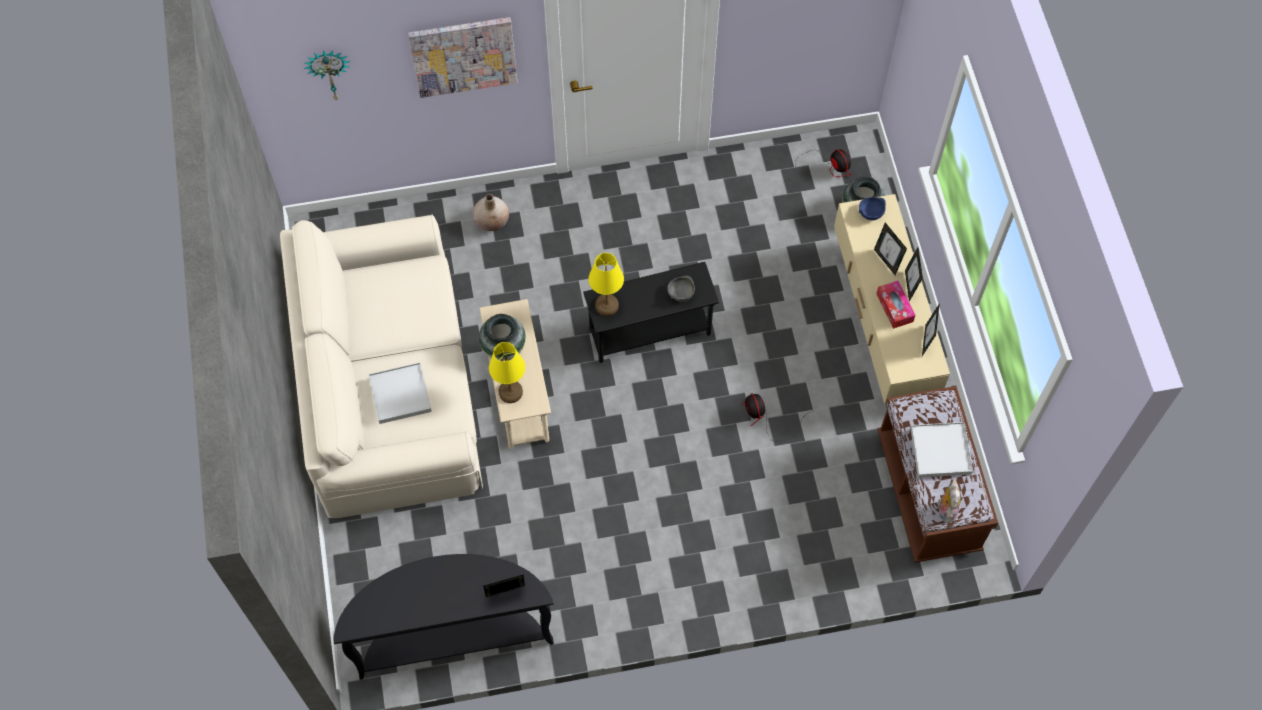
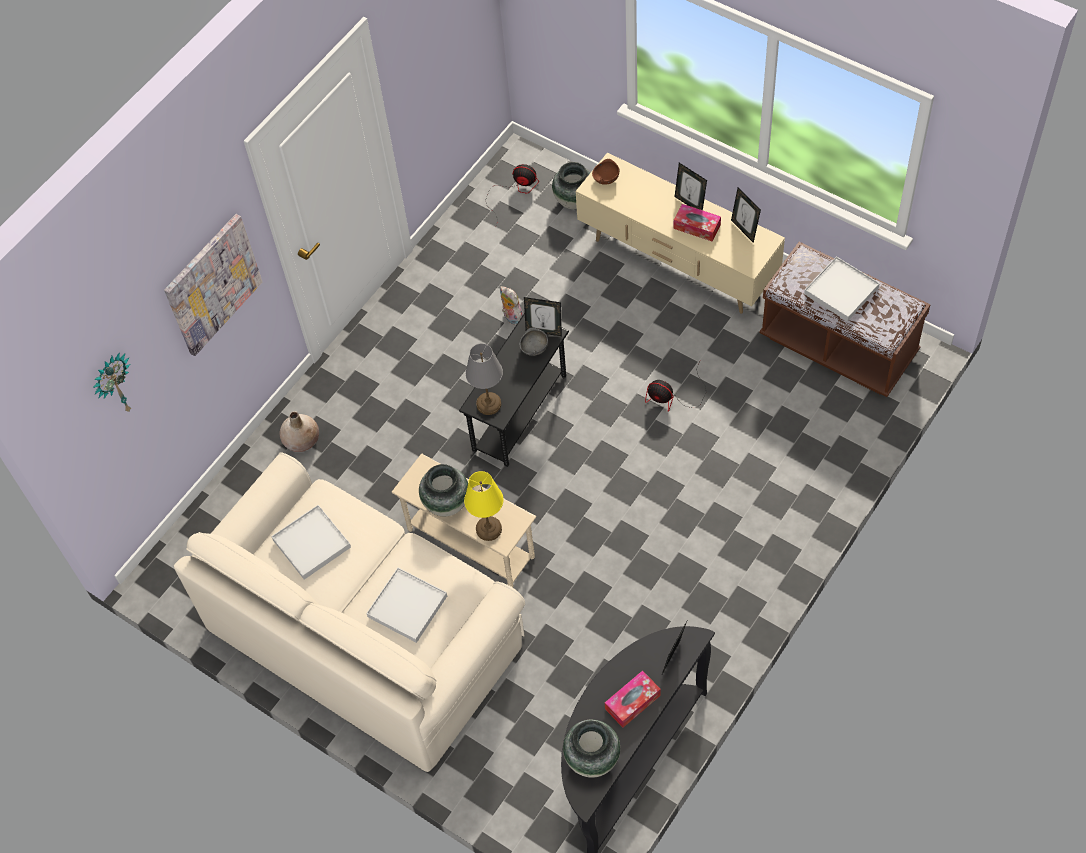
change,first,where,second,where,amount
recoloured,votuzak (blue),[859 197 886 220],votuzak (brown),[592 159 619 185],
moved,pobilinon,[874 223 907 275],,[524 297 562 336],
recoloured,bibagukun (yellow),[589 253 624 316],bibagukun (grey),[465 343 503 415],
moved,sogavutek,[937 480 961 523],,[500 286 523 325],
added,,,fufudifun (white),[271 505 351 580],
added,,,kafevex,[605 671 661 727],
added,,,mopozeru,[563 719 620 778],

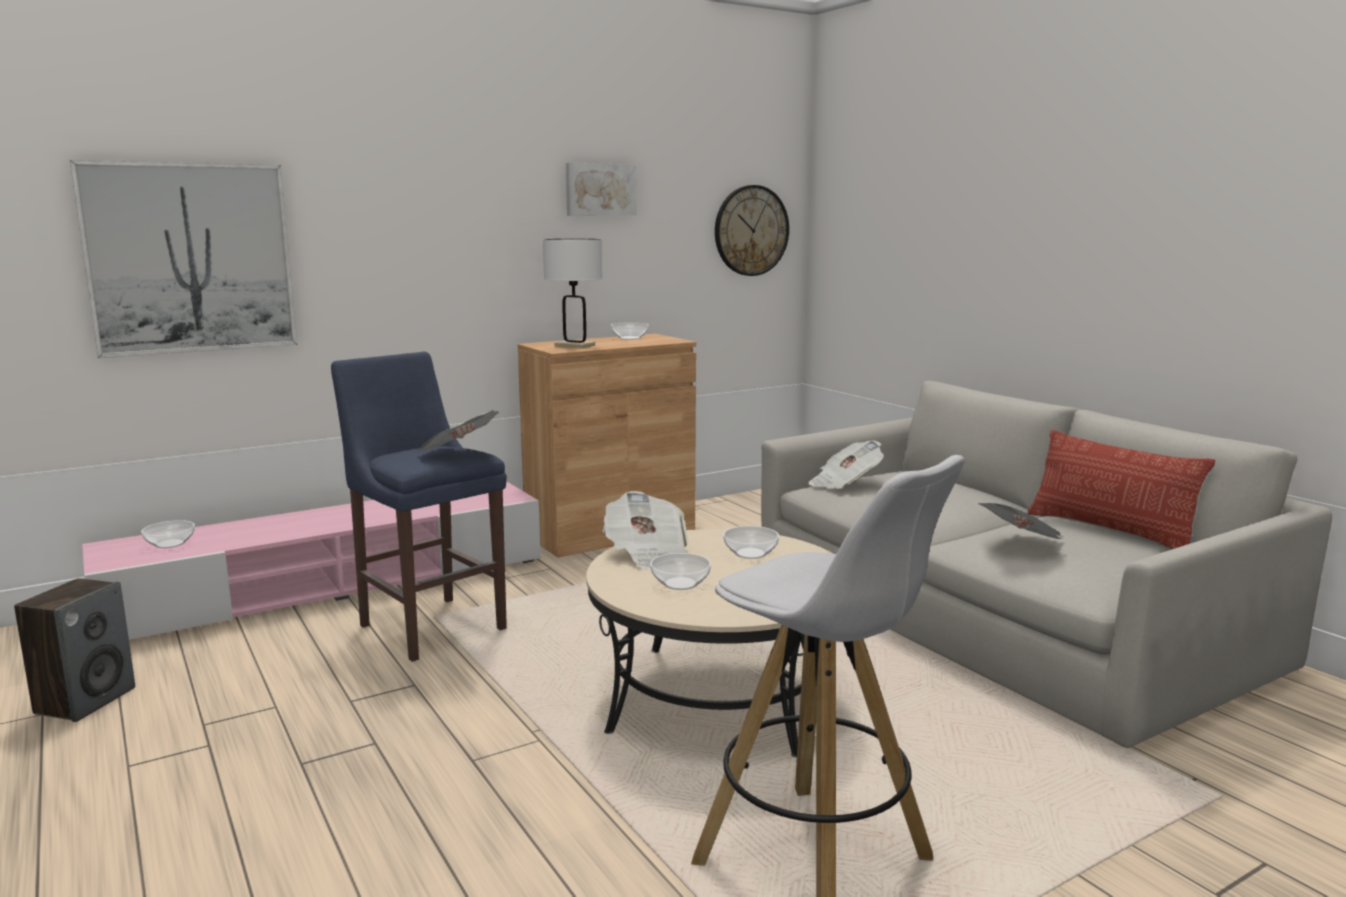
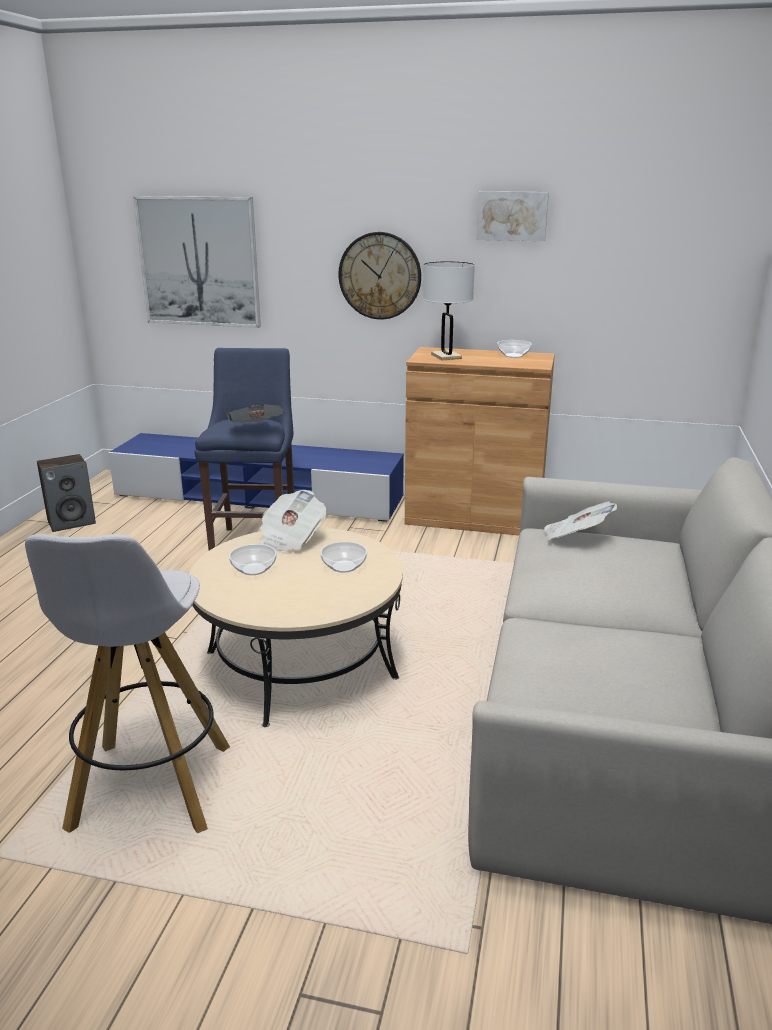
change,first,where,second,where,amount
moved,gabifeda,[715 185 789 276],,[338 232 421 319],
removed,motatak,[1028 430 1215 549],,,
recoloured,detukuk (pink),[82 481 541 640],detukuk (blue),[108 433 404 522],
removed,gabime,[978 503 1062 539],,,
removed,votuzak,[141 520 195 548],,,

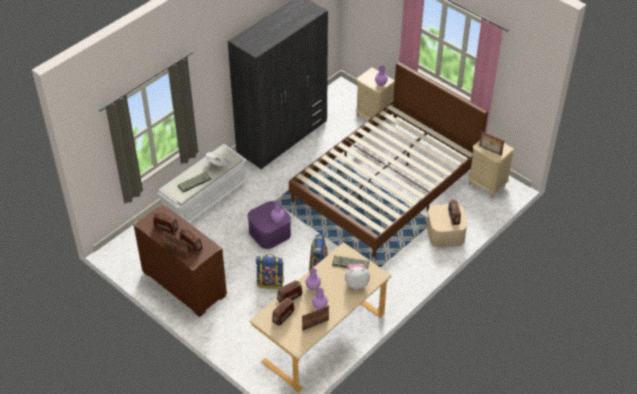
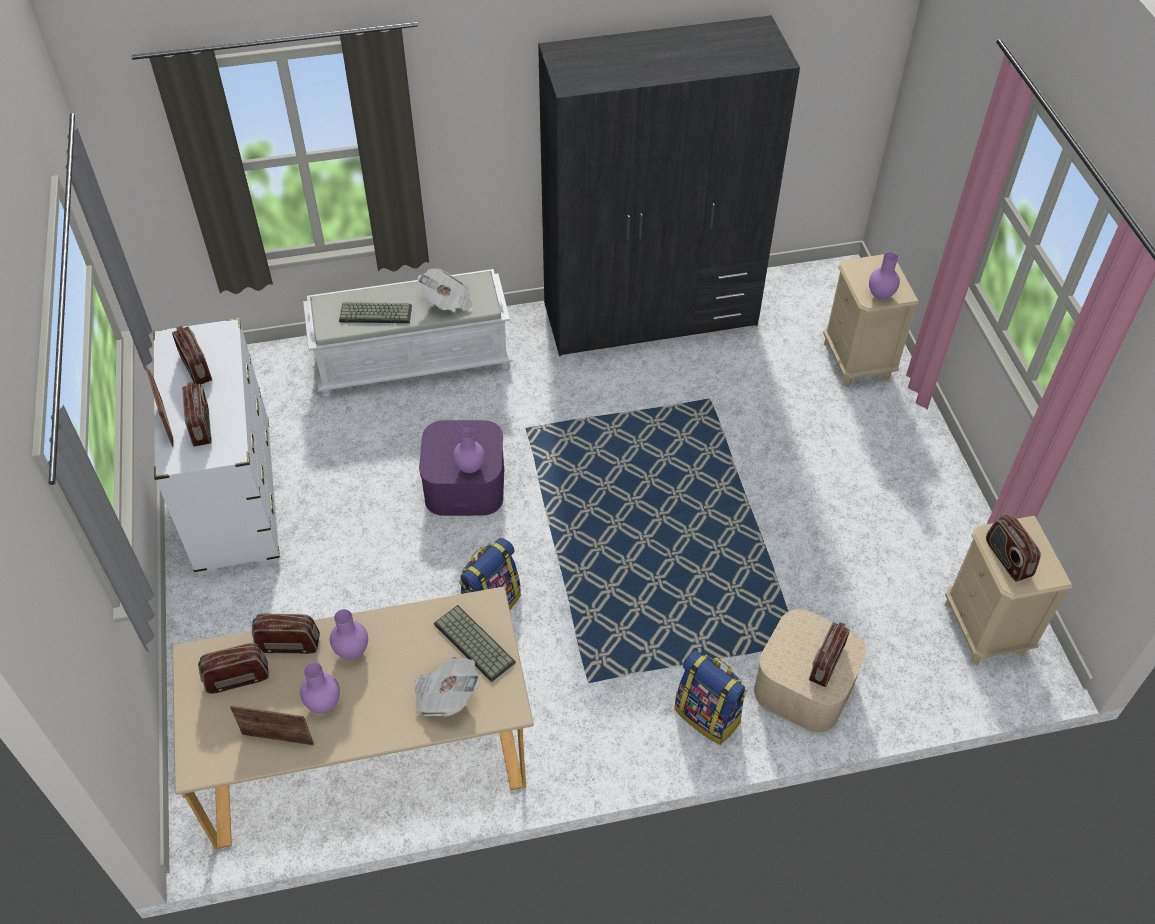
change,first,where,second,where,amount
removed,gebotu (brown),[289 62 488 257],,,
replaced,pobilinon,[479 131 504 156],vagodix,[986 515 1041 582],
recoloured,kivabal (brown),[133 203 227 317],kivabal (white),[153 318 280 575],
moved,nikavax,[256 254 284 289],,[674 651 747 745],
replaced,sogavutek,[345 264 370 289],gabime,[414 657 480 717],

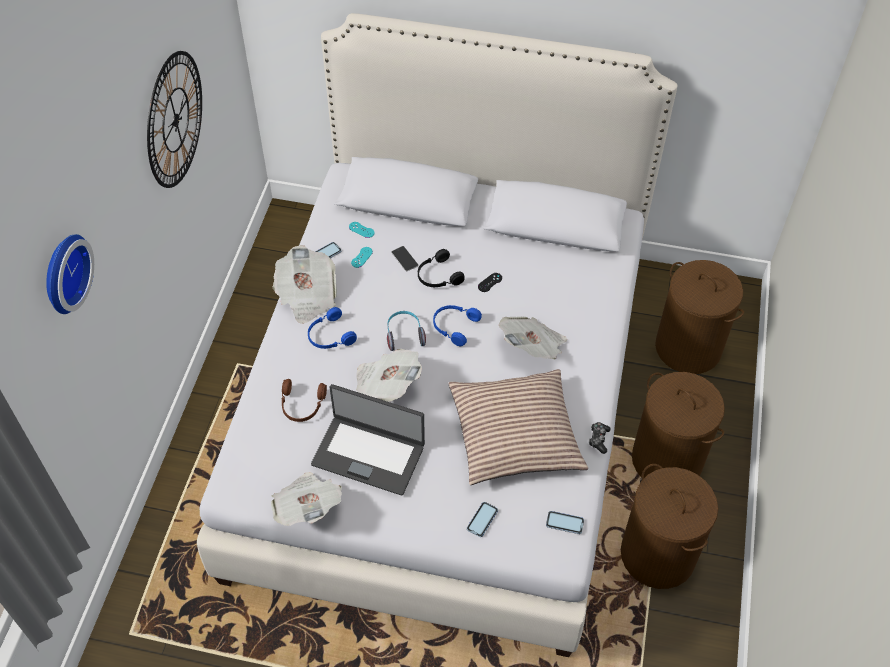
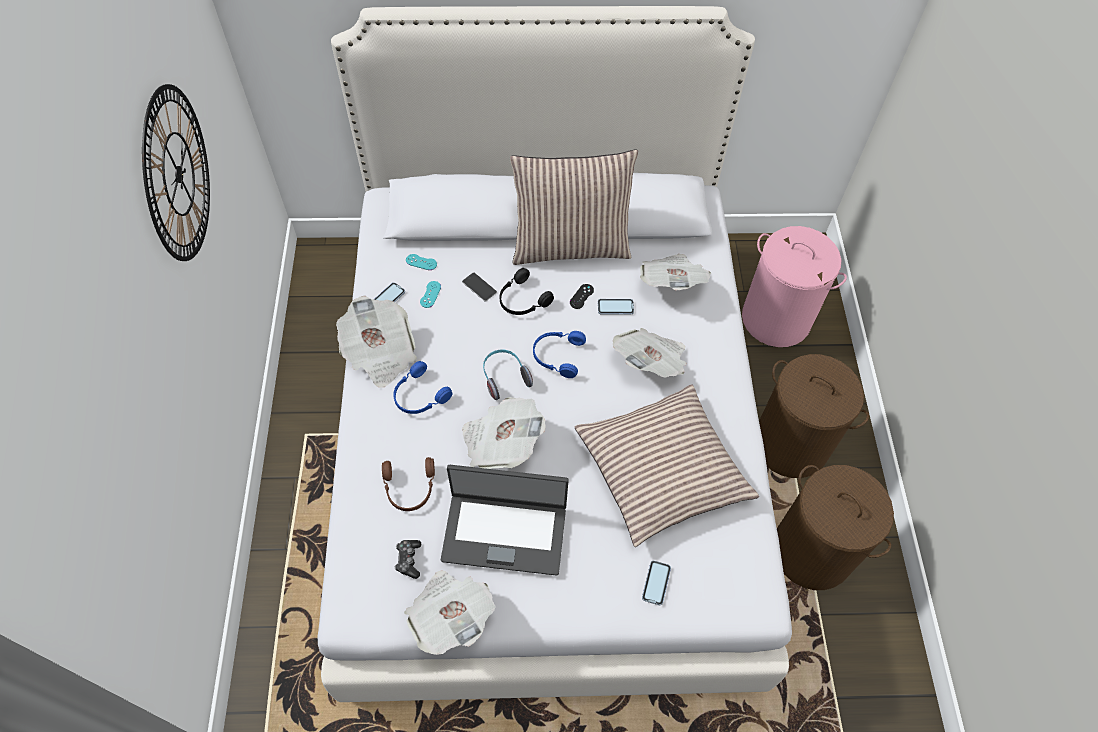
change,first,where,second,where,amount
removed,gabifeda,[46 234 94 314],,,
recoloured,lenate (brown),[655 260 744 374],lenate (pink),[742 226 847 347],
moved,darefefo,[589 422 611 454],,[395 540 421 579],
moved,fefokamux,[546 511 584 534],,[598 299 634 314],
added,,,motatak,[510 150 638 265],
added,,,gabime,[640 254 711 290],

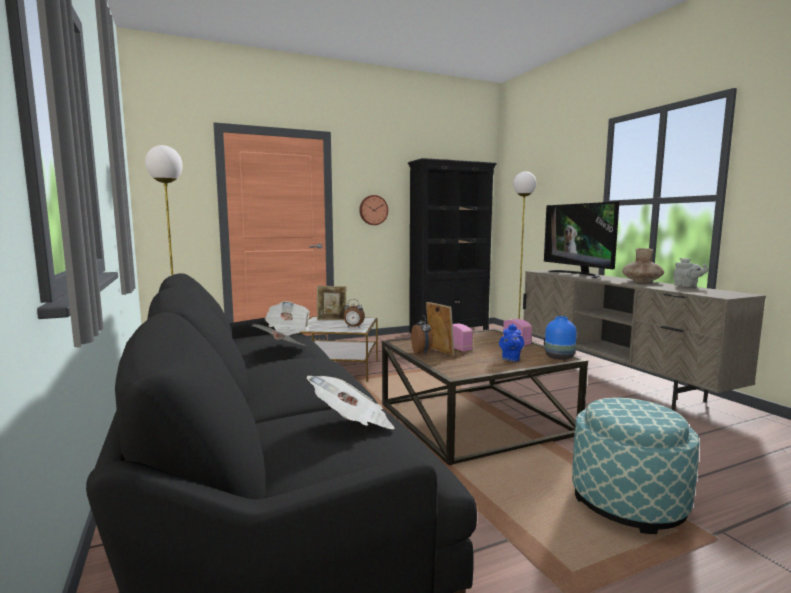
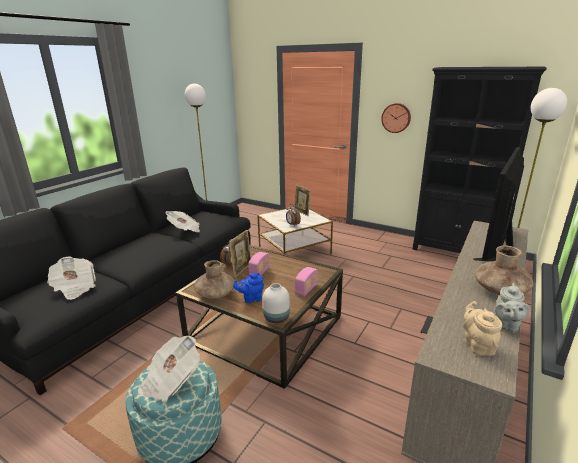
change,first,where,second,where,amount
moved,gabime,[265 301 310 336],,[138 336 200 402],
recoloured,mopozeru (blue),[545 316 577 360],mopozeru (white),[263 283 290 323],
added,,,mopozeru (brown),[194 260 234 299],
added,,,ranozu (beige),[463 301 502 356],

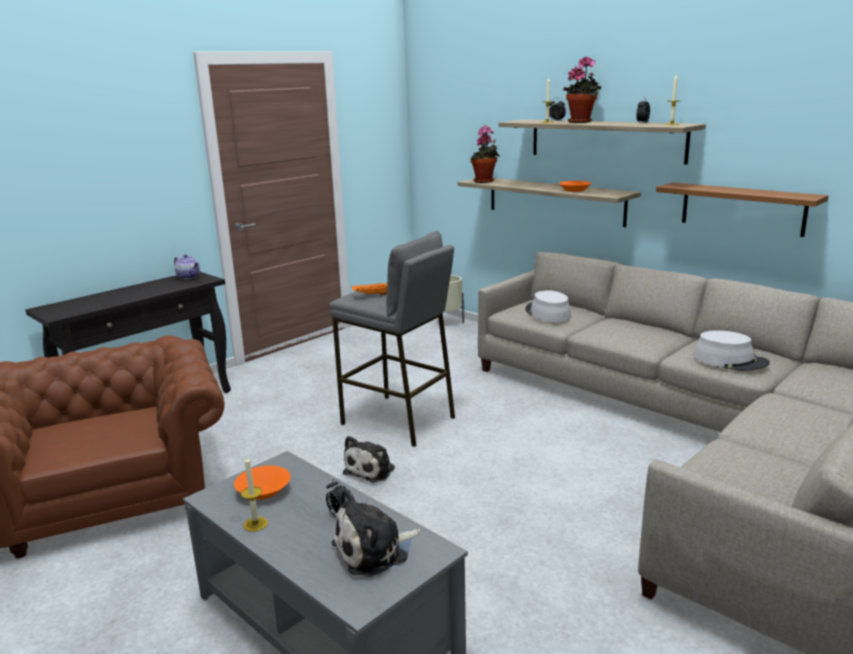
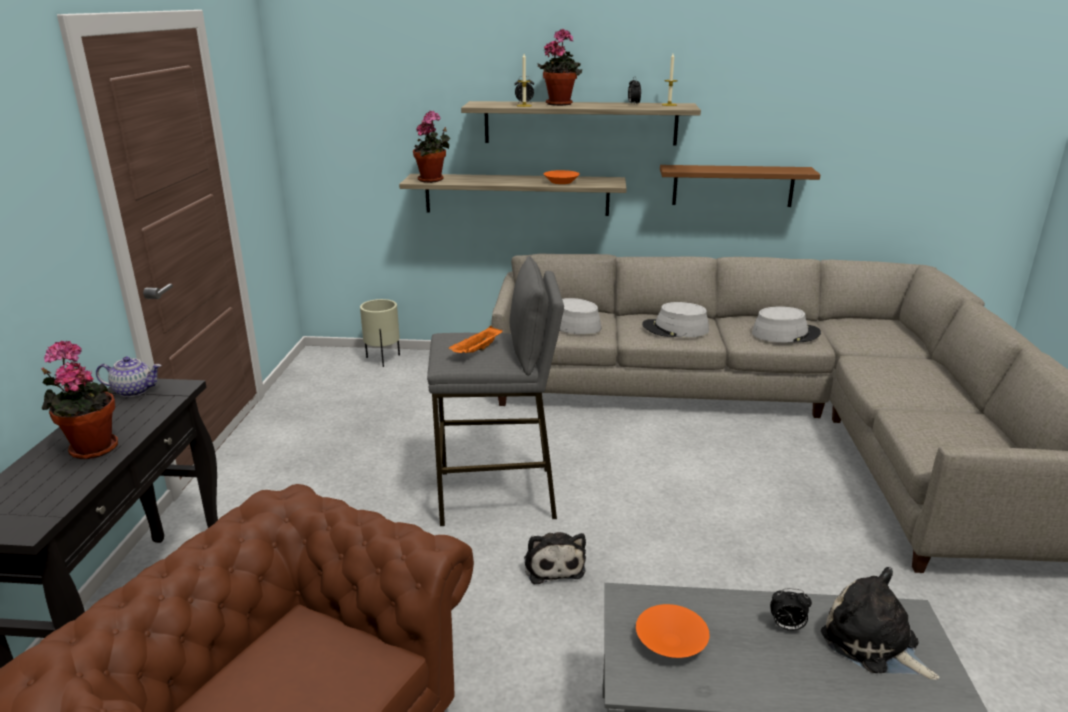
change,first,where,second,where,amount
removed,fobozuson,[241 456 268 532],,,
turned,sogavutek,[332 489 421 577],,[821 567 940 680],120 degrees clockwise
added,,,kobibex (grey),[642 302 709 337],
added,,,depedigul,[41 341 118 459],

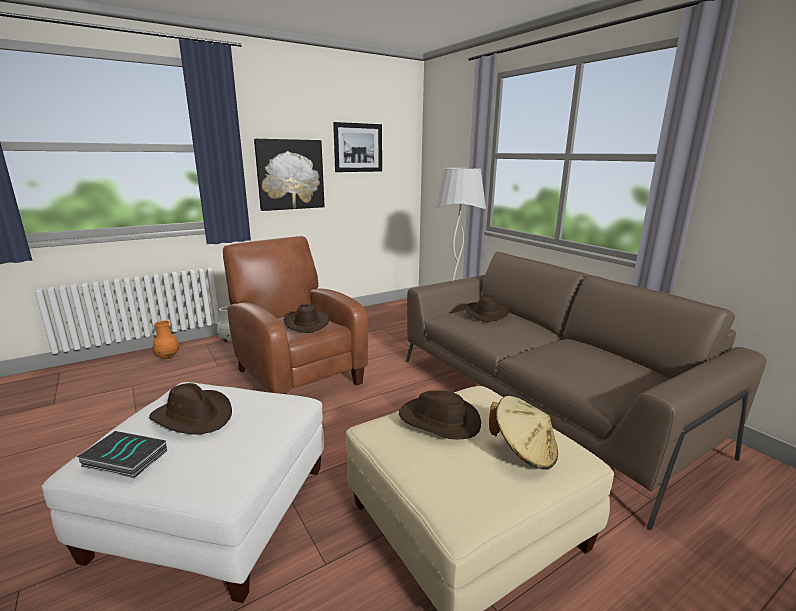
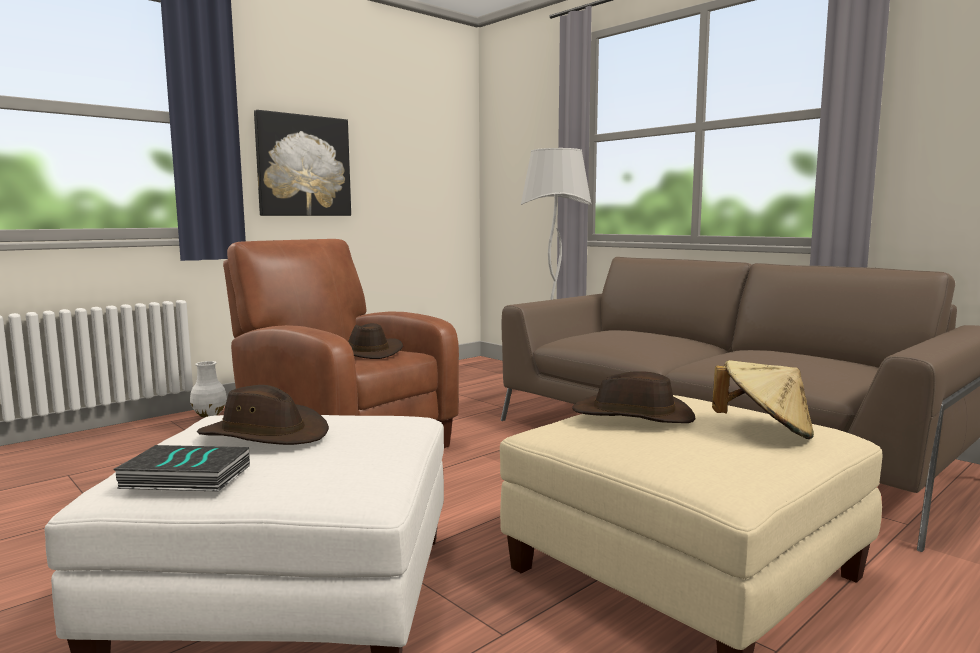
change,first,where,second,where,amount
removed,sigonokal,[333 122 382 172],,,
removed,kobibex (brown),[466 295 510 322],,,
removed,mopozeru (orange),[153 321 179 359],,,

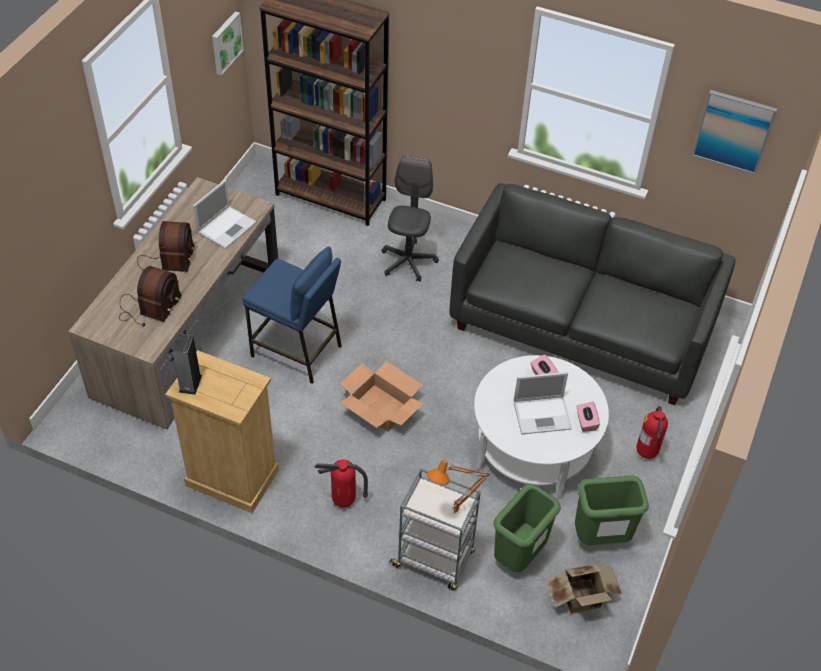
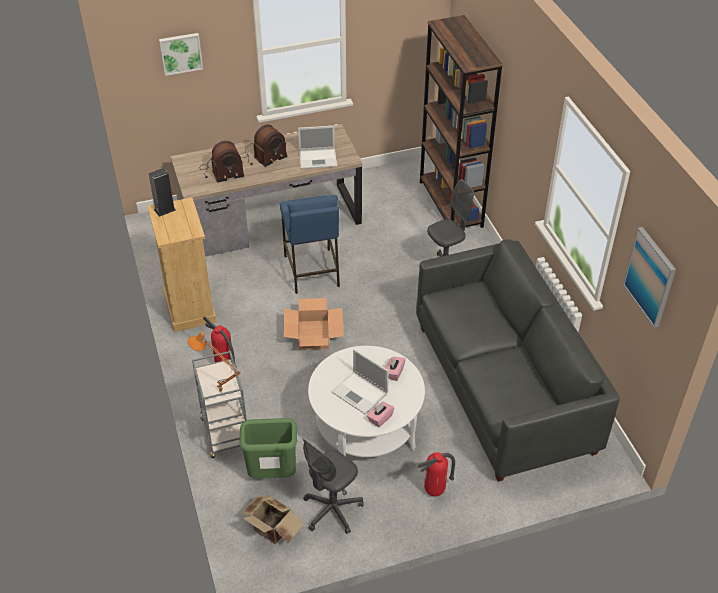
change,first,where,second,where,amount
moved,sigonokal,[212 12 244 75],,[159 33 203 76],
replaced,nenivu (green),[575 476 649 545],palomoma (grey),[303 439 364 534],

